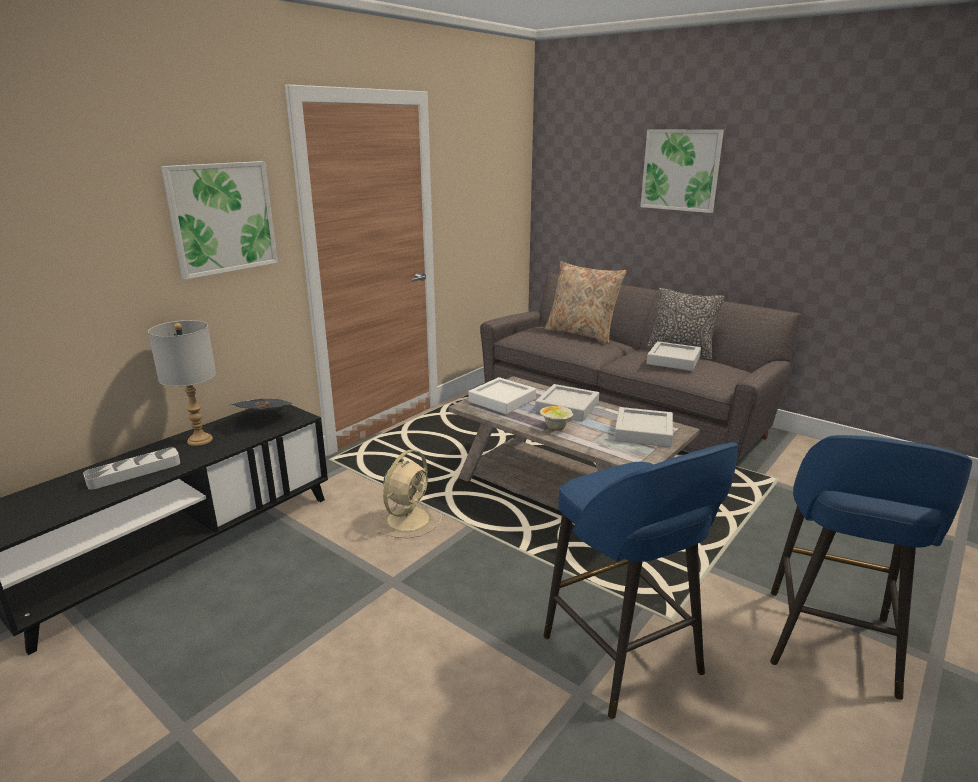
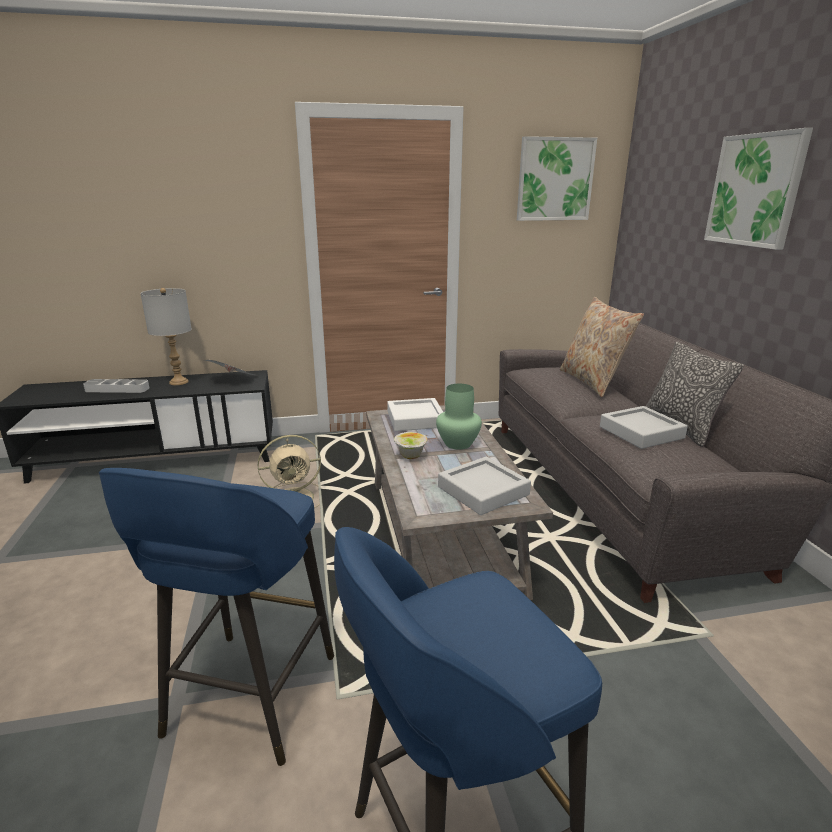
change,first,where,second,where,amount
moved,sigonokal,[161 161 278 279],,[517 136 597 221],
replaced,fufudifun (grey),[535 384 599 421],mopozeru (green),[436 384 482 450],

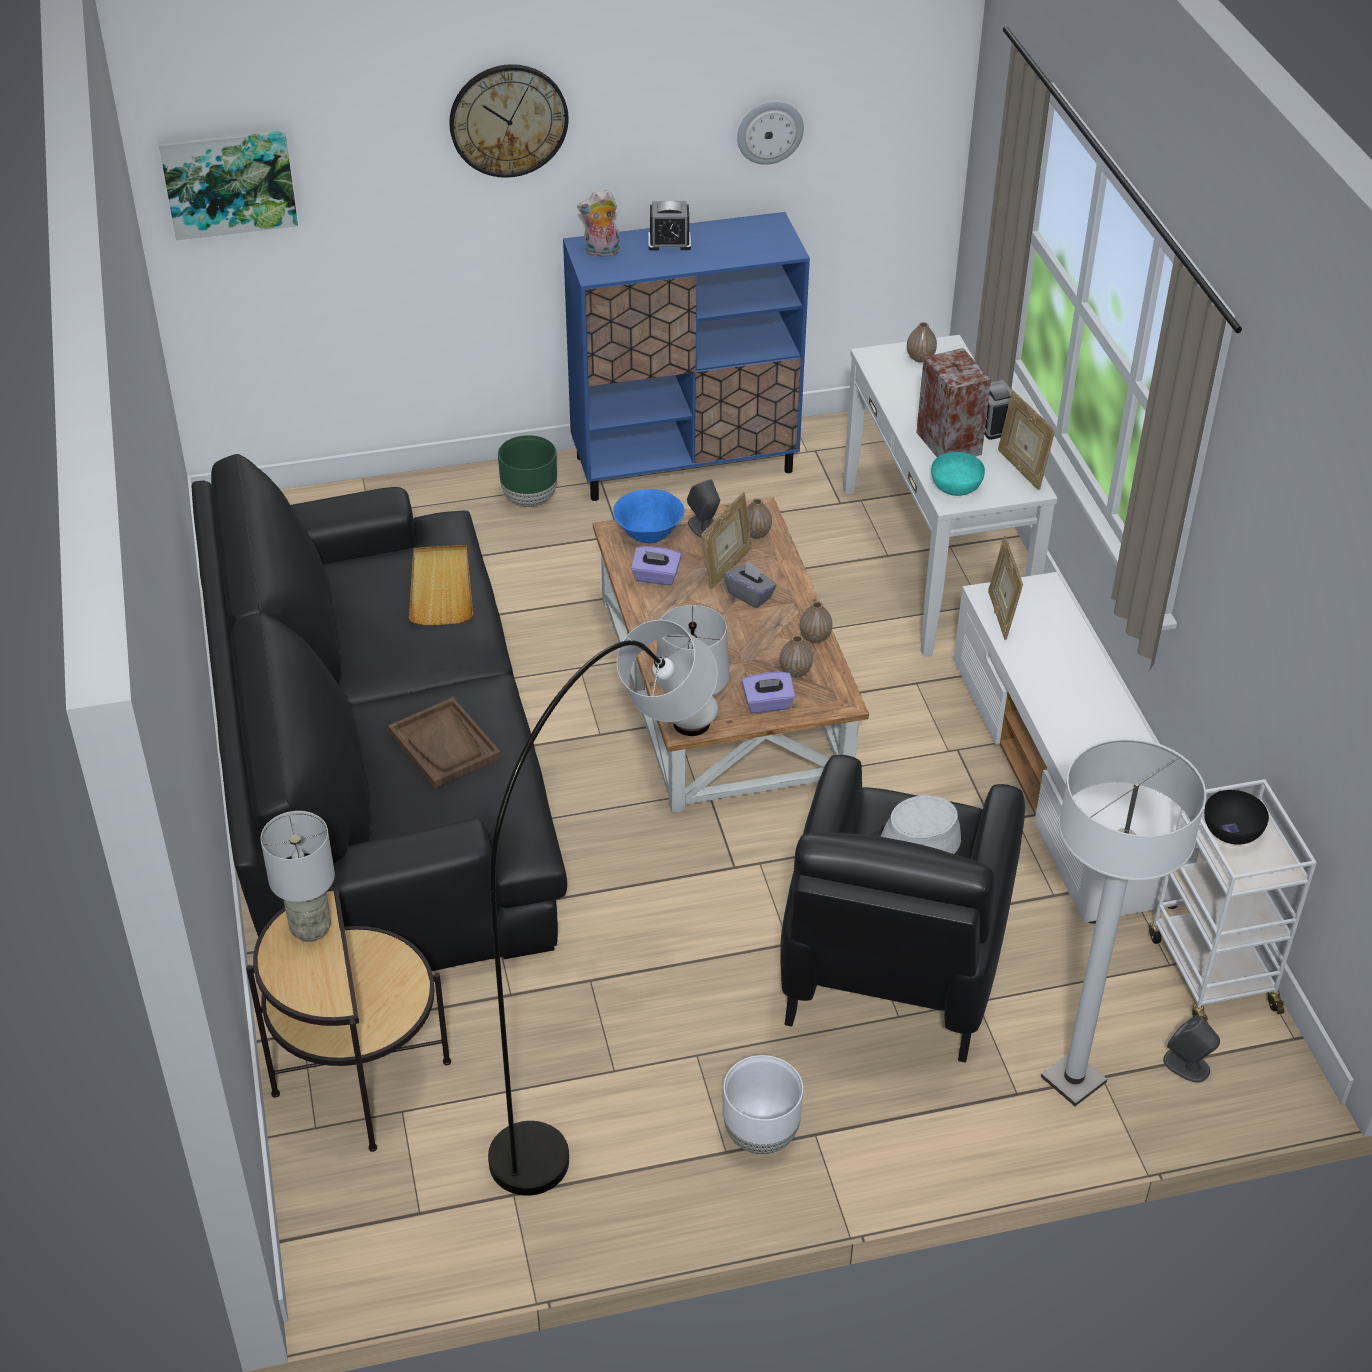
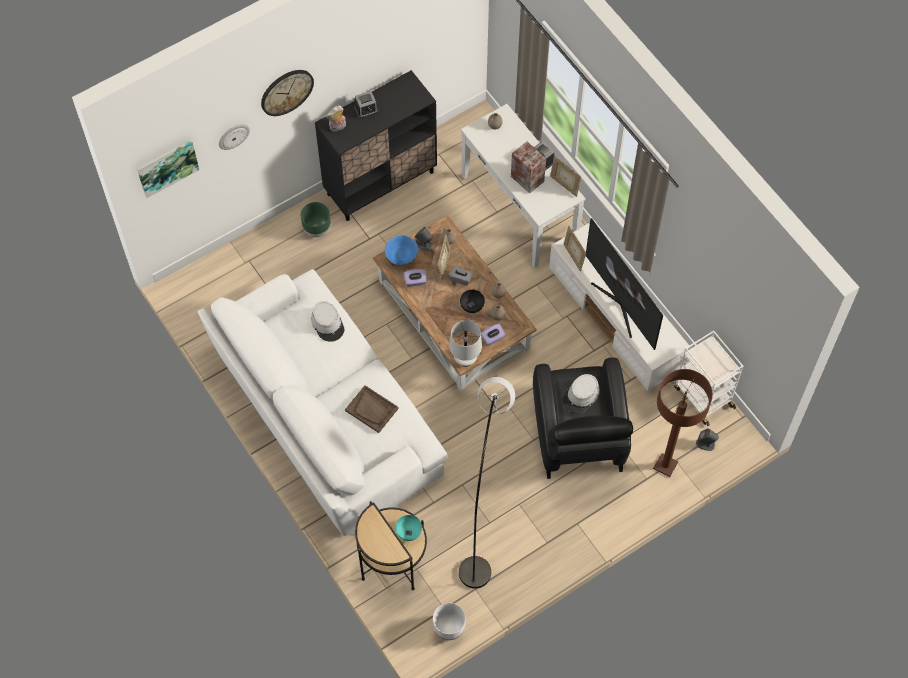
change,first,where,second,where,amount
moved,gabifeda,[737 102 804 165],,[219 124 250 150],
recoloured,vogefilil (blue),[563 212 810 501],vogefilil (black),[315 70 437 221],
moved,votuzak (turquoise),[931 452 985 496],,[396 515 422 541],
recoloured,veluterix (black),[192 454 567 971],veluterix (white),[198 269 448 536],
replaced,fufudifun (beige),[409 545 473 625],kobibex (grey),[311 301 344 342],
recoloured,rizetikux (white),[1041 738 1206 1106],rizetikux (brown),[653 369 713 477],
moved,votuzak (black),[1204 790 1269 845],,[460 290 485 313],
removed,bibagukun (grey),[260 811 335 942],,,
moved,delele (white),[723 1055 803 1154],,[433 603 466 640],
added,,,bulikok,[586 218 663 350],

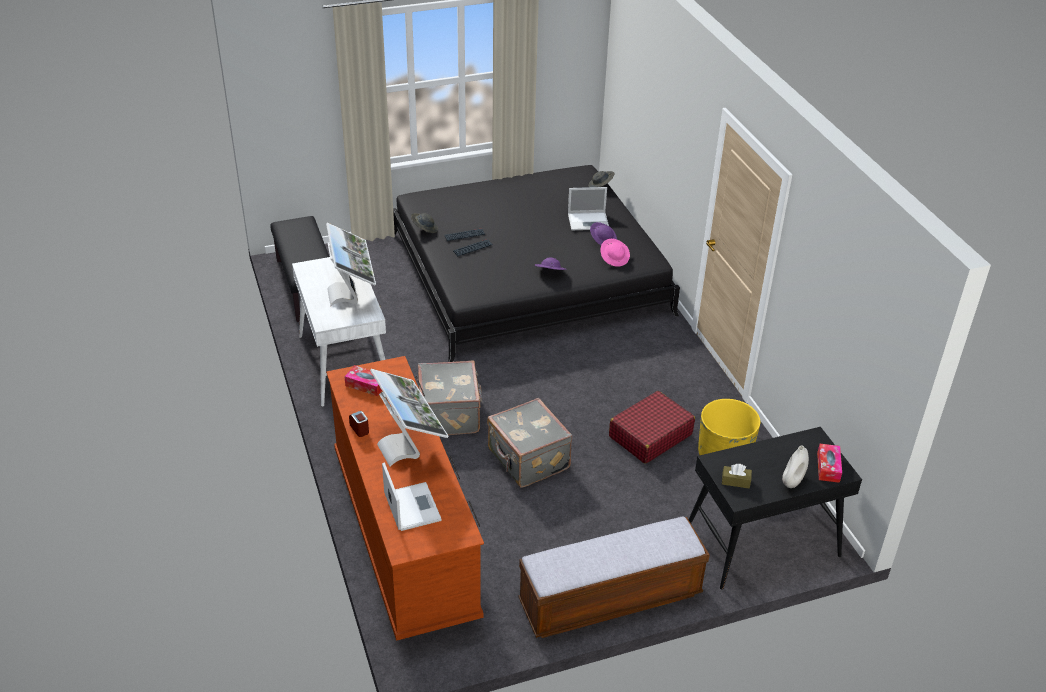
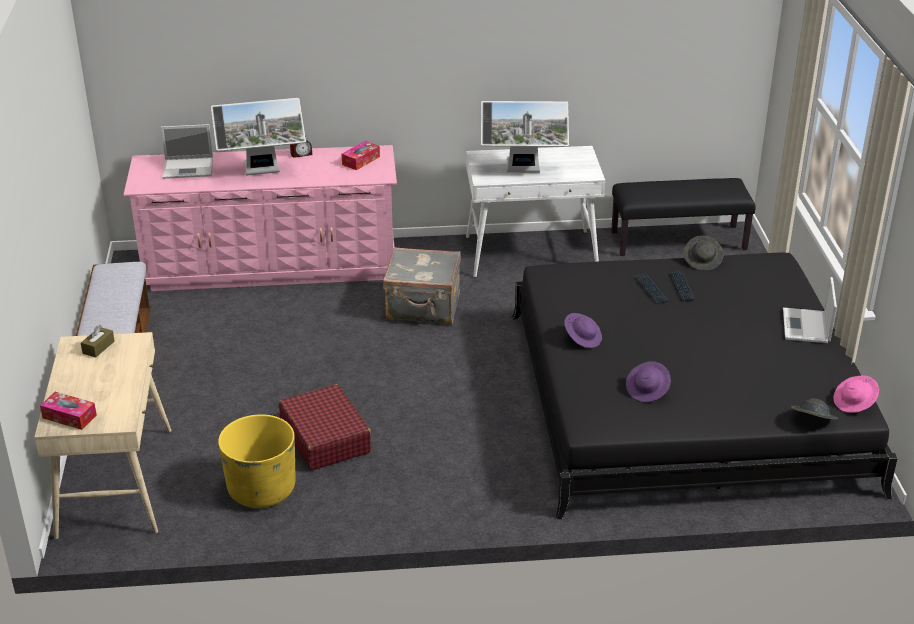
change,first,where,second,where,amount
moved,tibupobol,[568 187 609 230],,[783 277 837 343],
moved,kobibex (pink),[601 239 630 267],,[833 376 879 413],
recoloured,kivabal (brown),[326 356 484 641],kivabal (pink),[123 145 397 291],
removed,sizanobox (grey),[487 398 572 488],,,
recoloured,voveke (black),[689 427 862 590],voveke (beige),[34 332 172 539],
removed,mopozeru (white),[782 446 809 488],,,

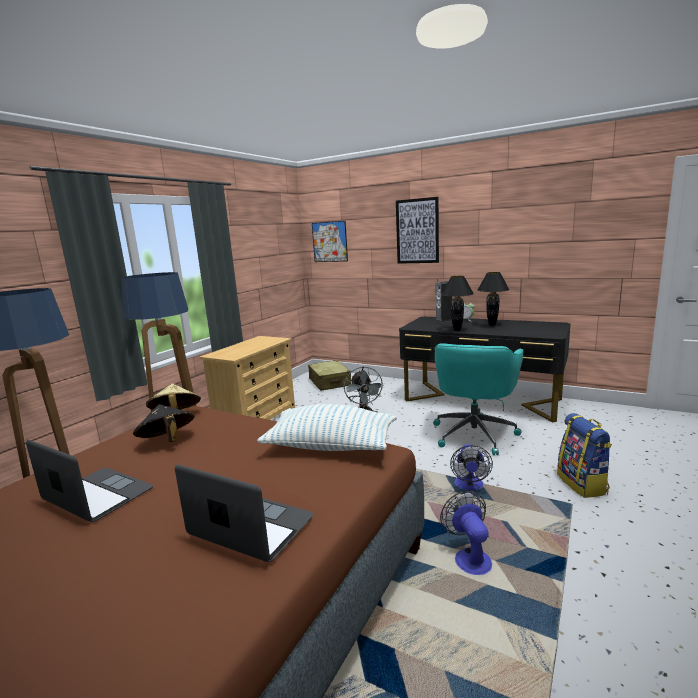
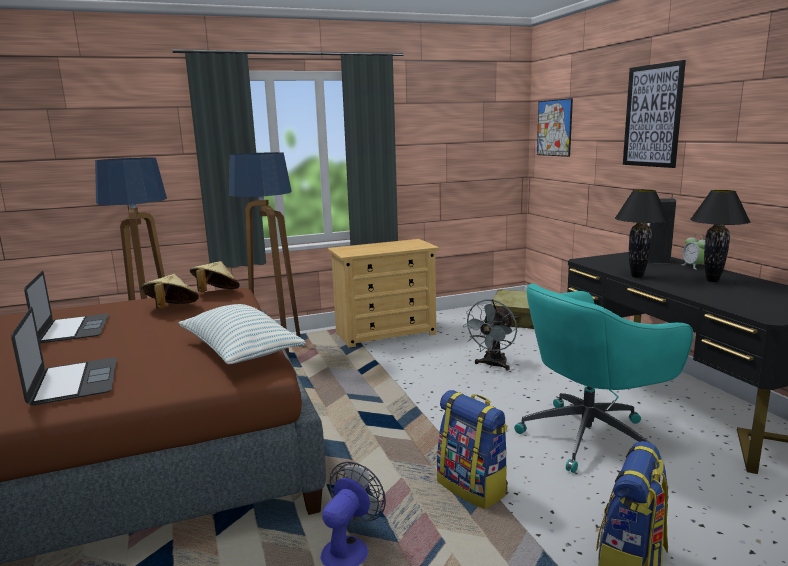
change,first,where,second,where,amount
recoloured,kobibex (black),[133 404 195 442],kobibex (beige),[141 274 199 309],
replaced,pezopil,[450 444 493 491],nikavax,[437 390 508 509],

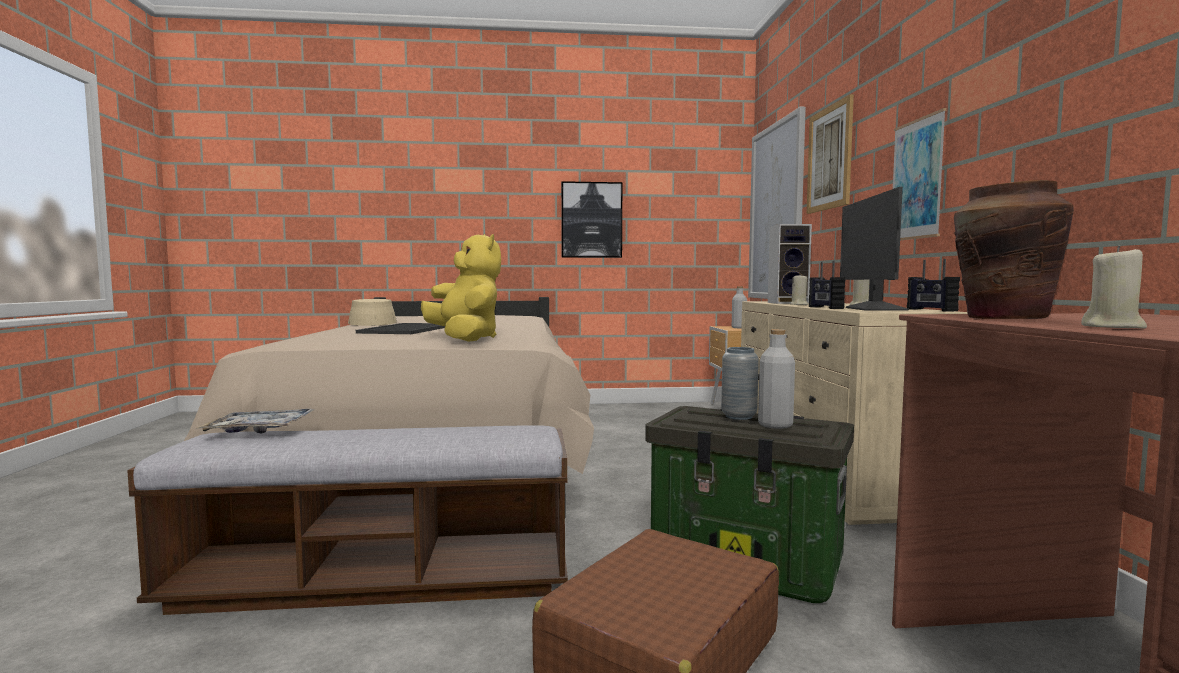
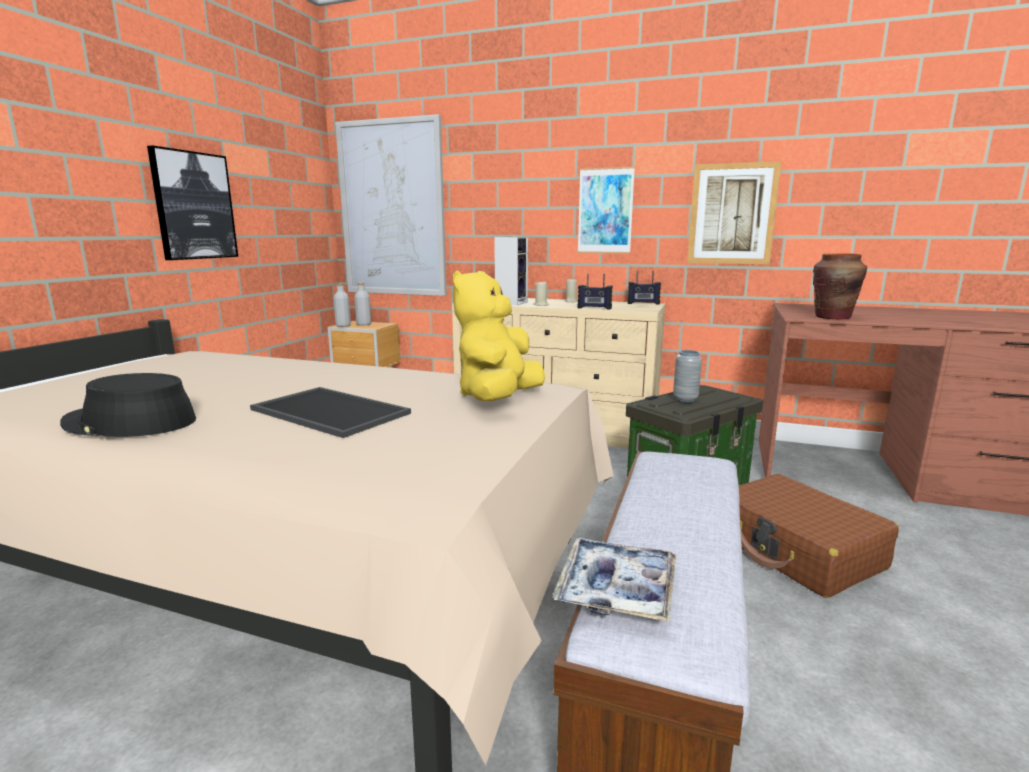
change,first,where,second,where,amount
moved,sigonokal,[807 94 854 214],,[687 161 782 264],
removed,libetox,[840 187 909 311],,,
turned,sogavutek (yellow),[421 234 501 342],,[453 271 545 401],60 degrees counterclockwise
removed,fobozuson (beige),[1081 246 1147 328],,,
recoloured,kobibex (beige),[348 299 397 326],kobibex (black),[60 373 196 437],
moved,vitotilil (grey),[758 329 795 429],,[333 284 351 327],

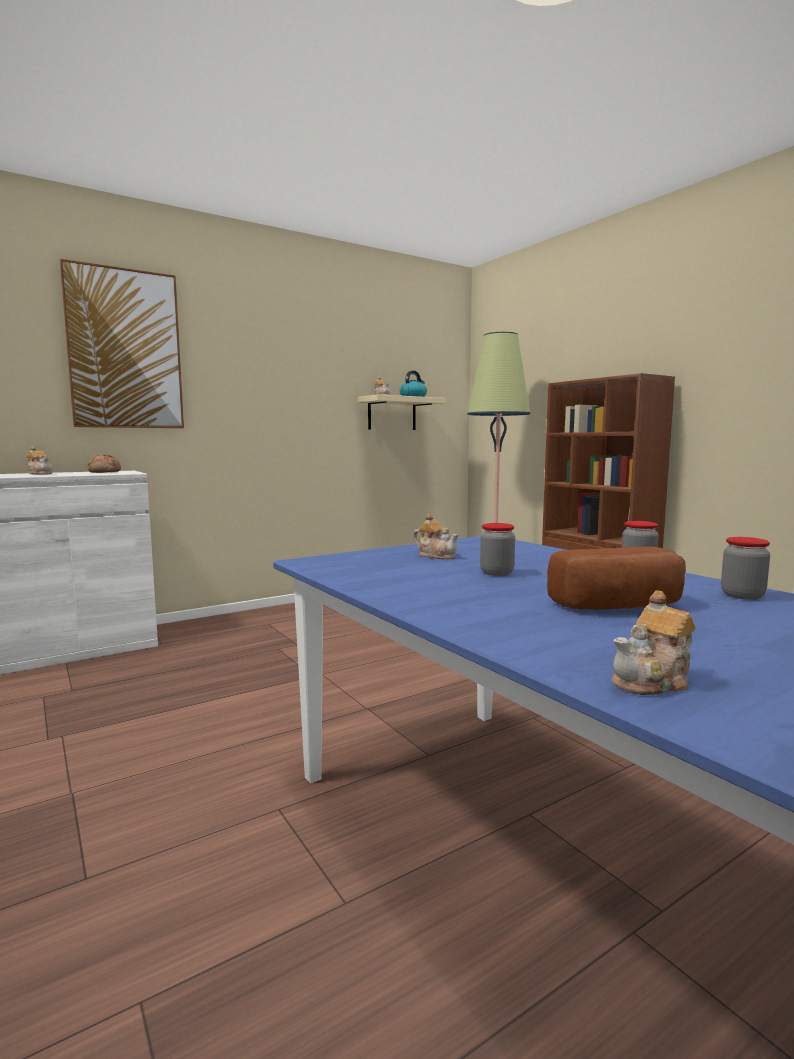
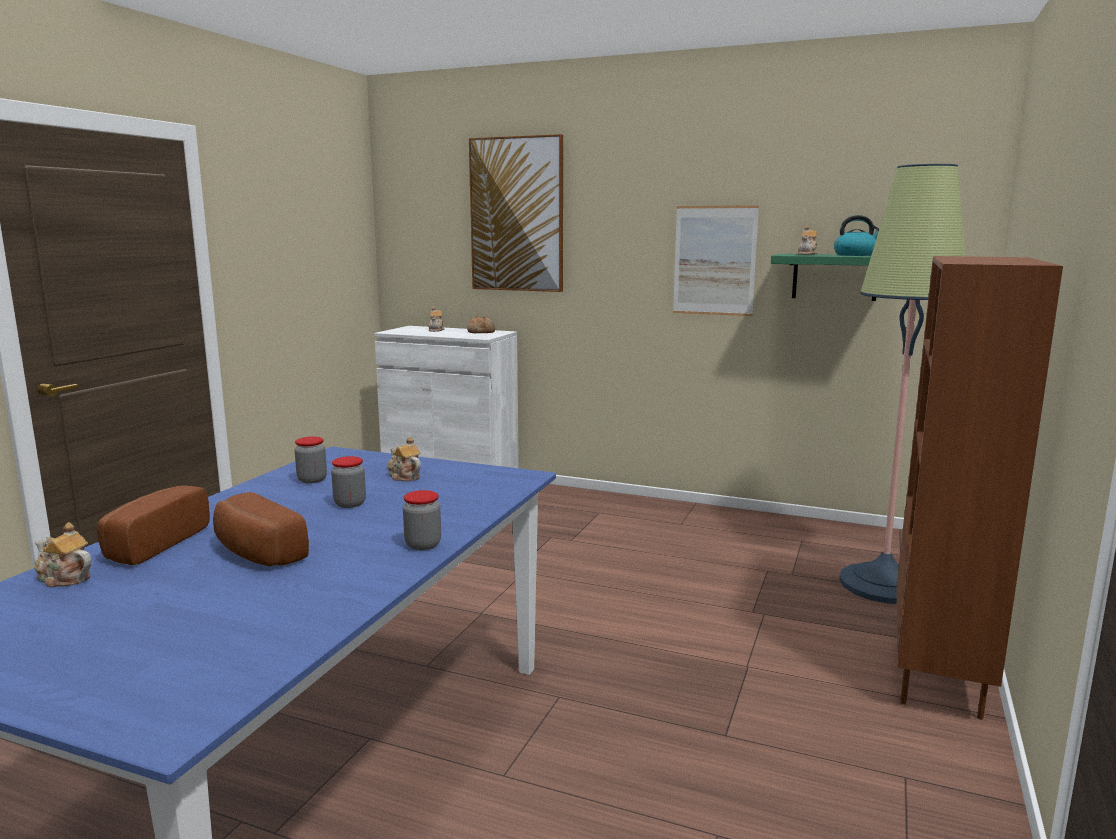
change,first,where,second,where,amount
recoloured,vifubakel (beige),[358 394 446 430],vifubakel (green),[771 254 876 301],
turned,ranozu,[413 513 459 560],,[388 437 421 481],135 degrees clockwise
moved,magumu,[721 537 770 600],,[295 437 327 483],
added,,,sigonokal,[673 205 759 316],
added,,,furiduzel,[97 486 210 565],

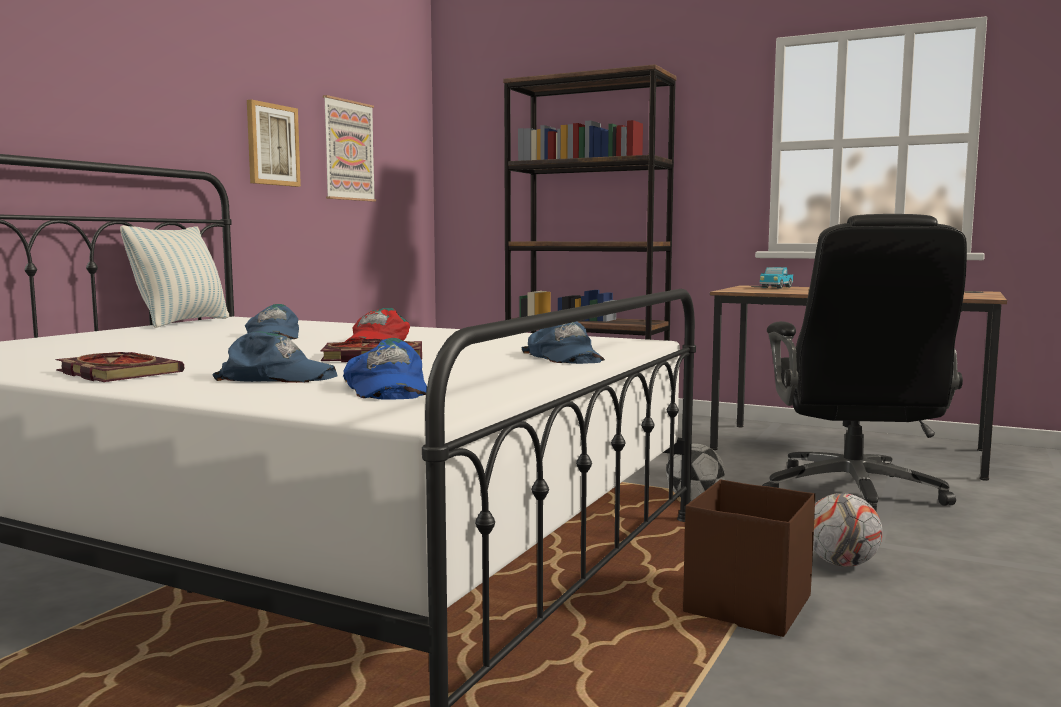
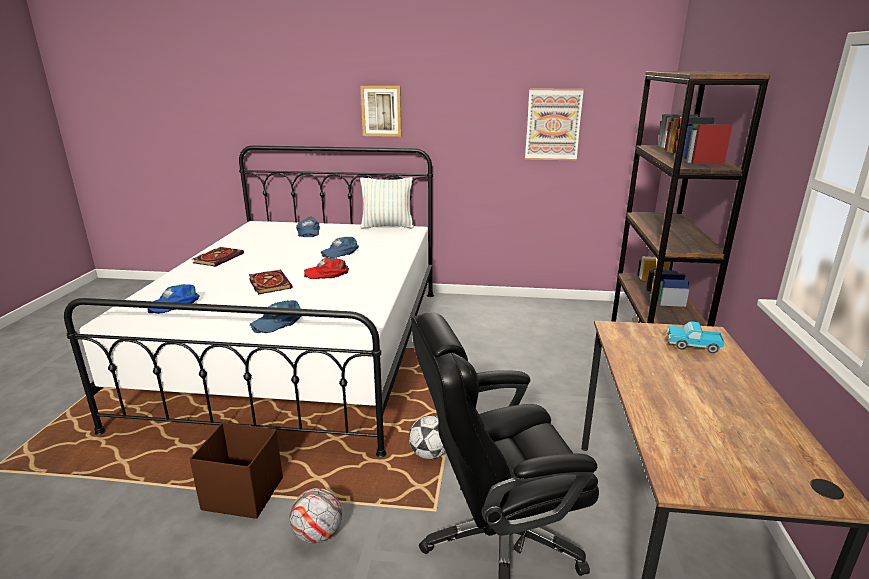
change,first,where,second,where,amount
moved,sigonokal,[247 99 301 187],,[360 86 402 137],
moved,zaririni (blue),[213 331 338 383],,[296 216 320 237],

